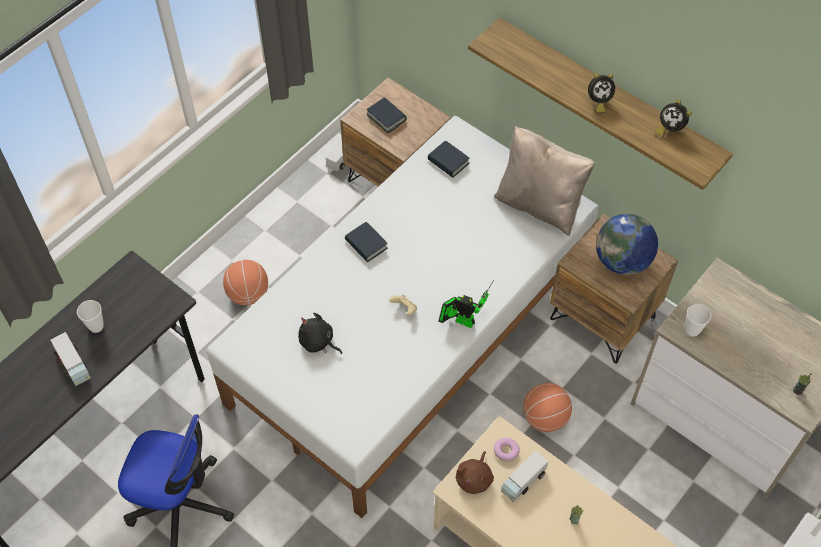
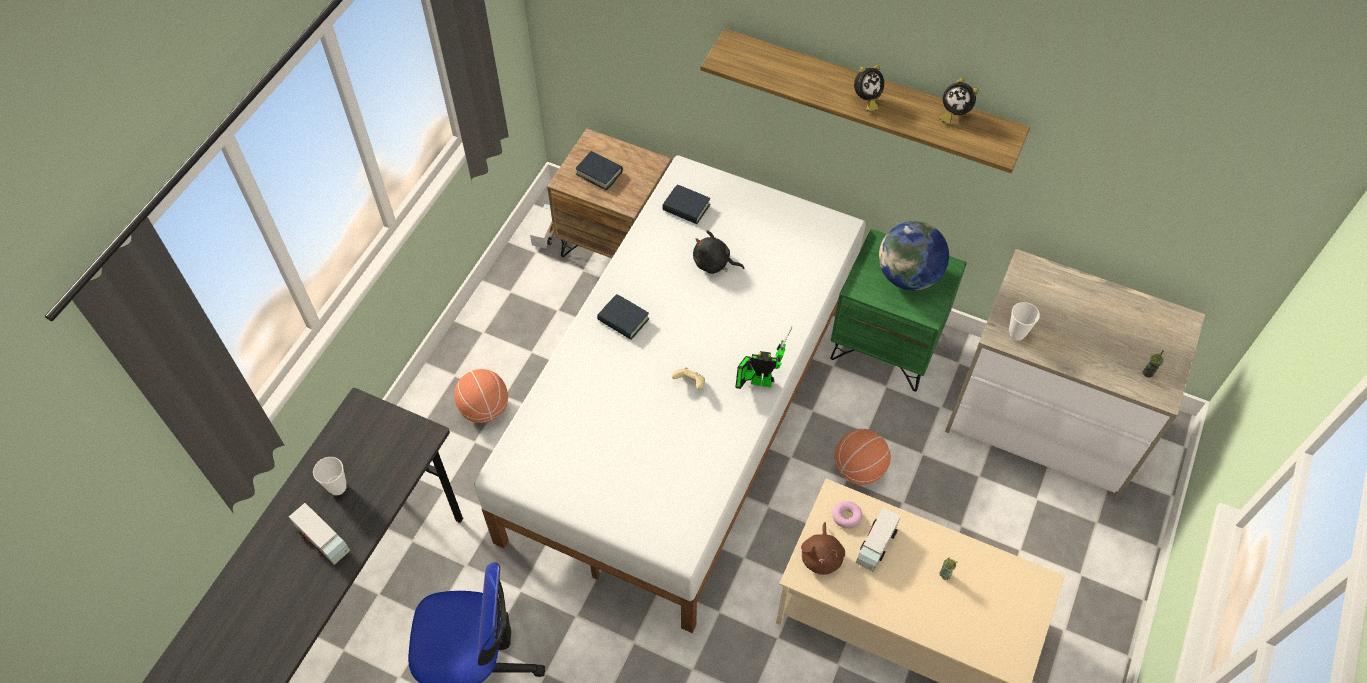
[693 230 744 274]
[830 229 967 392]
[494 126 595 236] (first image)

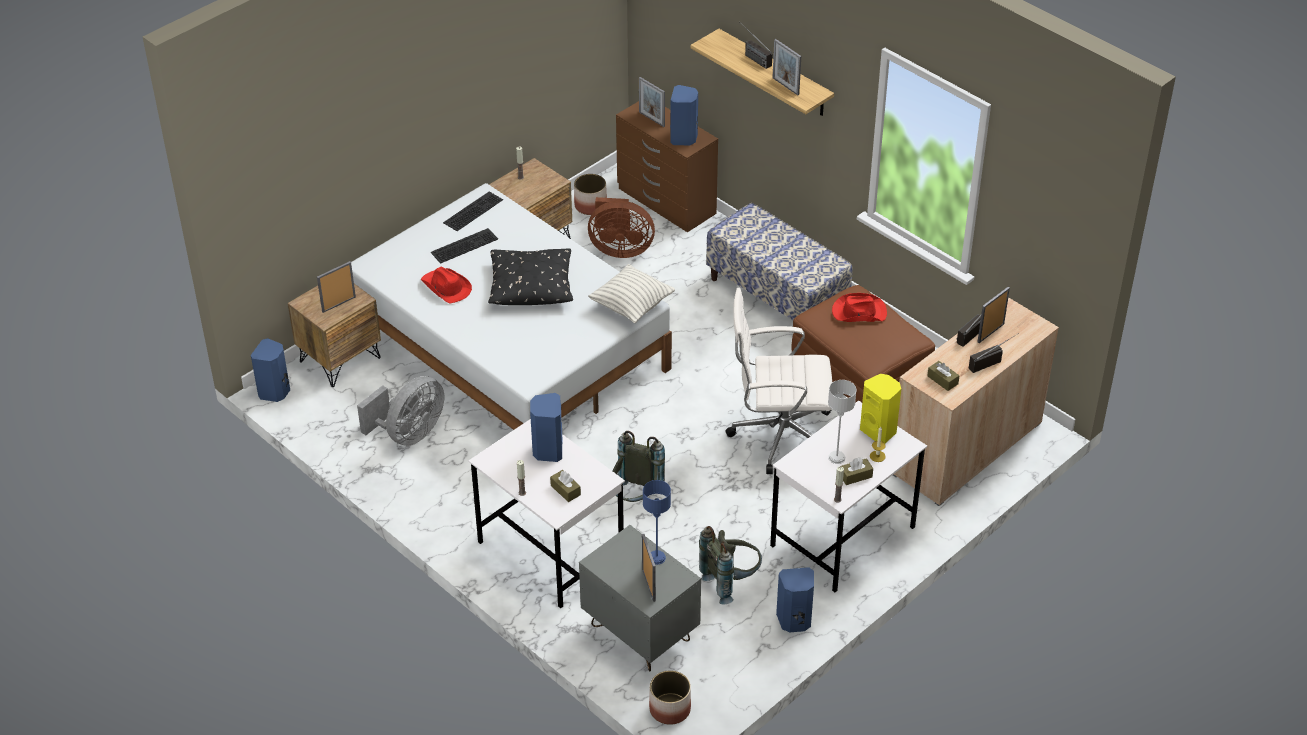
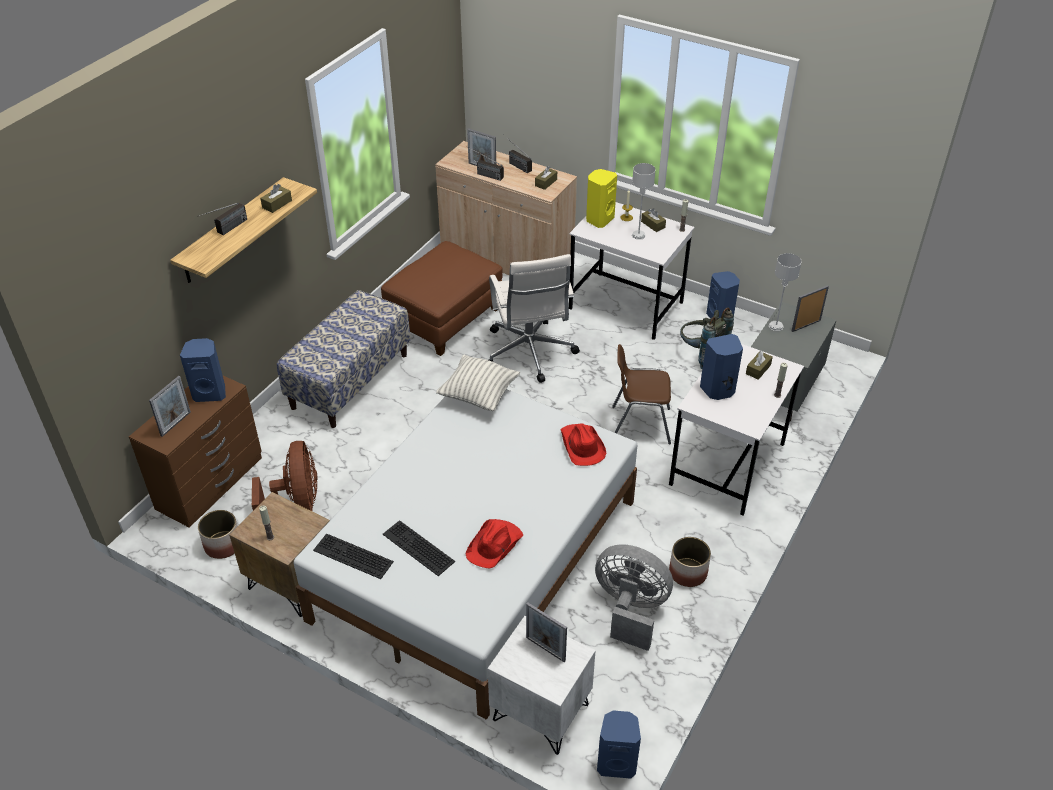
[260 184 292 213]
[488 616 596 755]
[560 423 606 466]
[612 344 671 444]
[669 537 711 587]
[769 253 802 331]
[488 248 573 305] (first image)

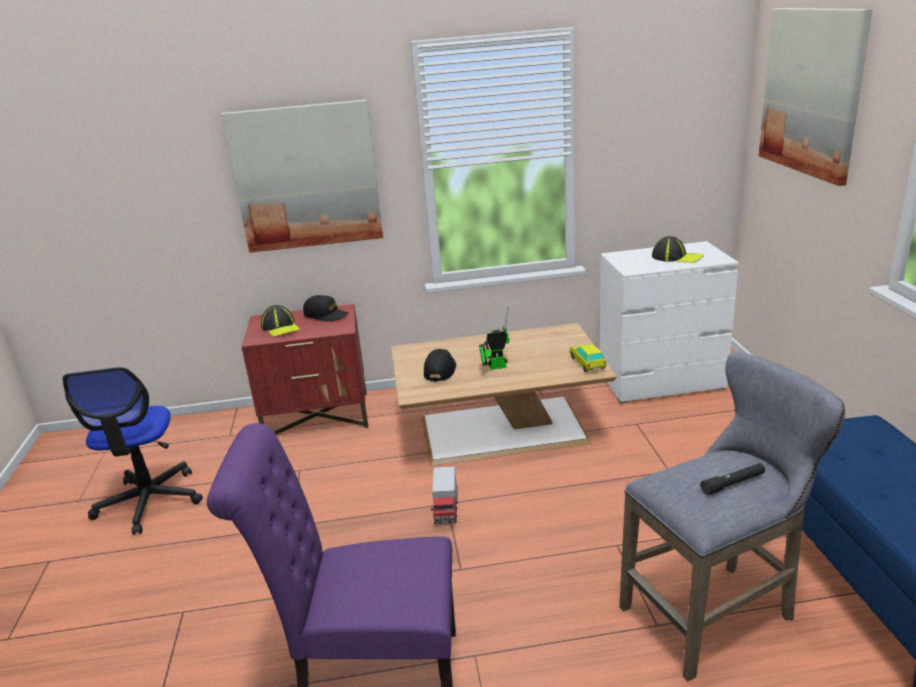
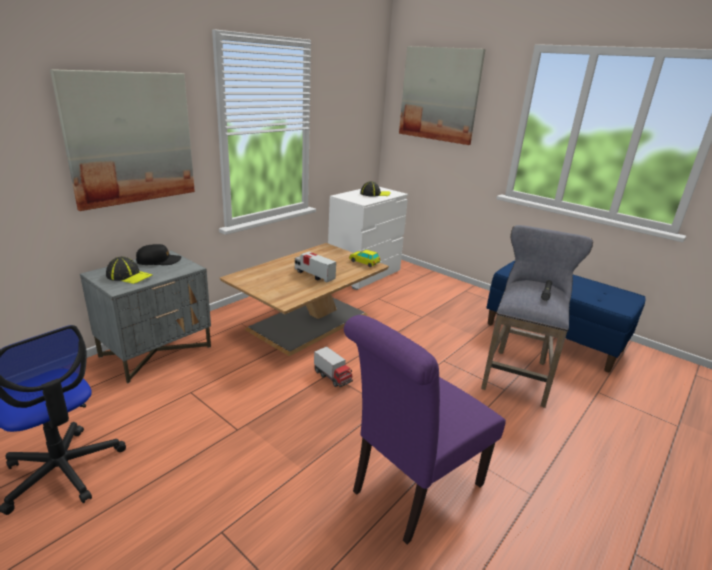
[80 250 211 384]
[295 251 336 282]
[424 349 456 382] (first image)

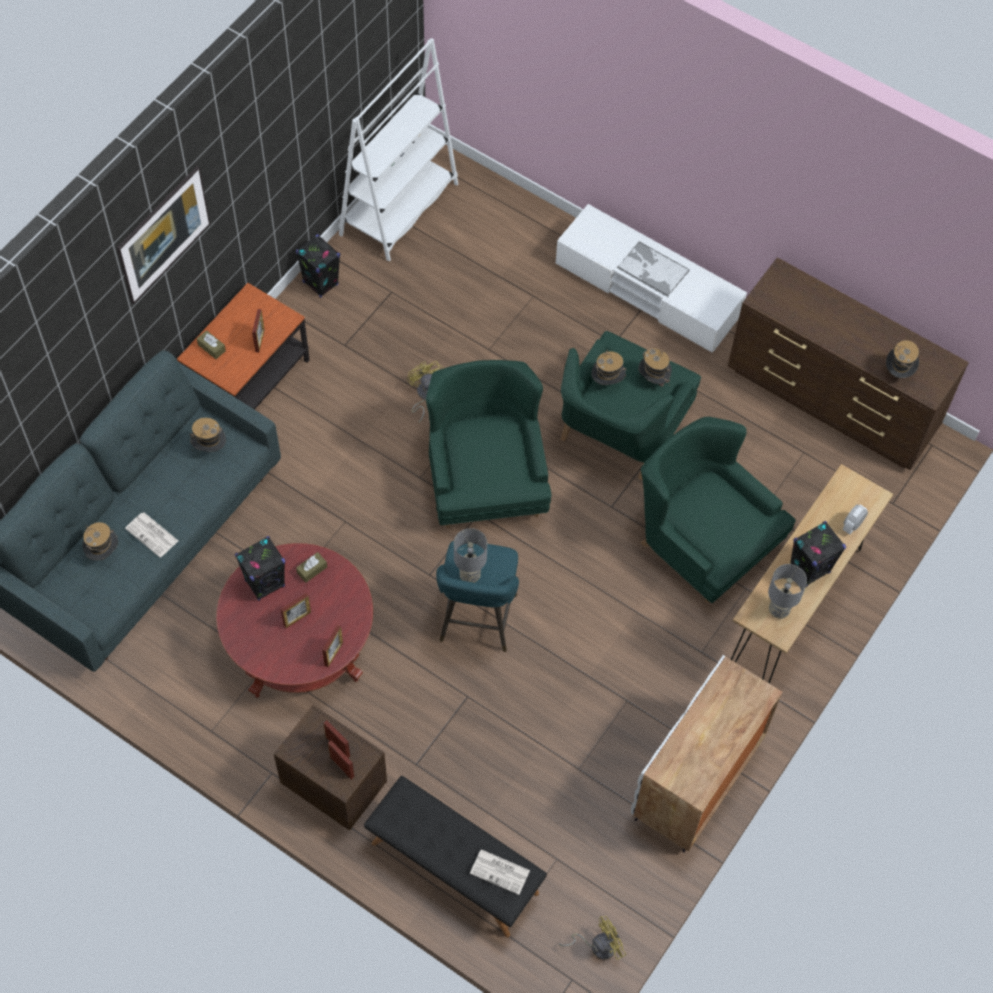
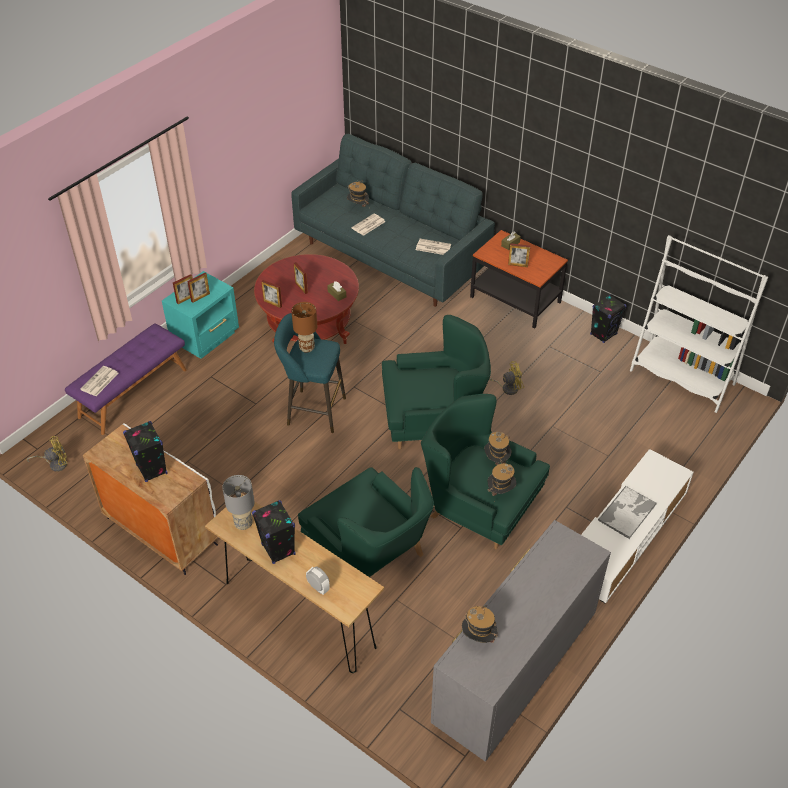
[27 436 68 472]
[65 323 187 435]
[123 421 168 482]
[162 271 239 359]
[291 302 317 353]
[298 467 434 577]
[416 239 451 255]
[431 520 611 762]
[117 166 210 304] (first image)

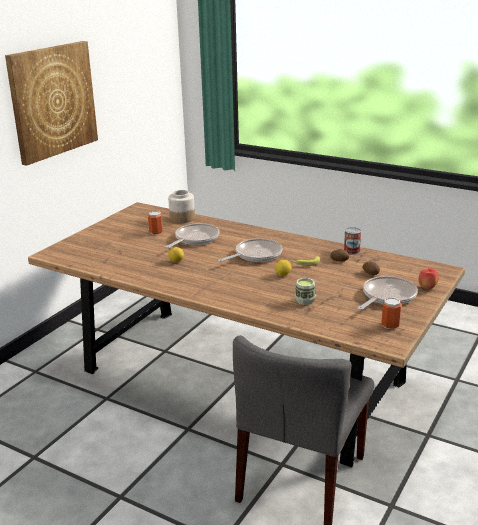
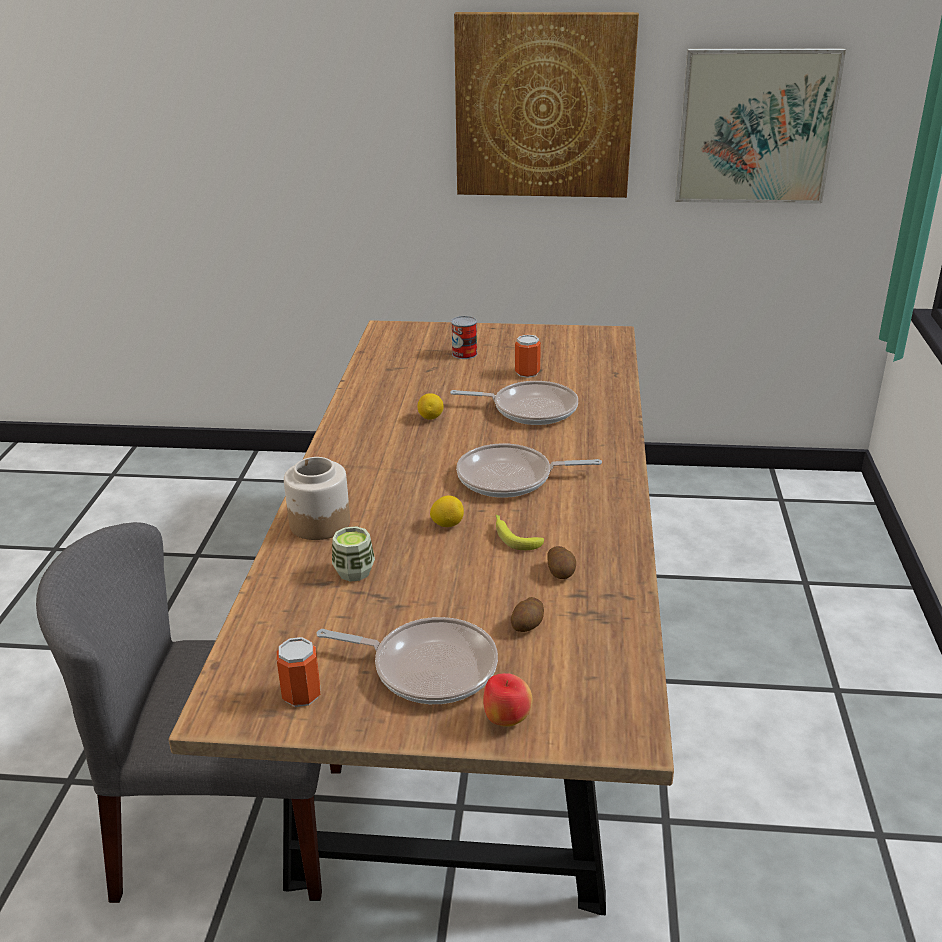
[284 457 350 540]
[451 316 477 359]
[456 443 602 498]
[675 49 846 204]

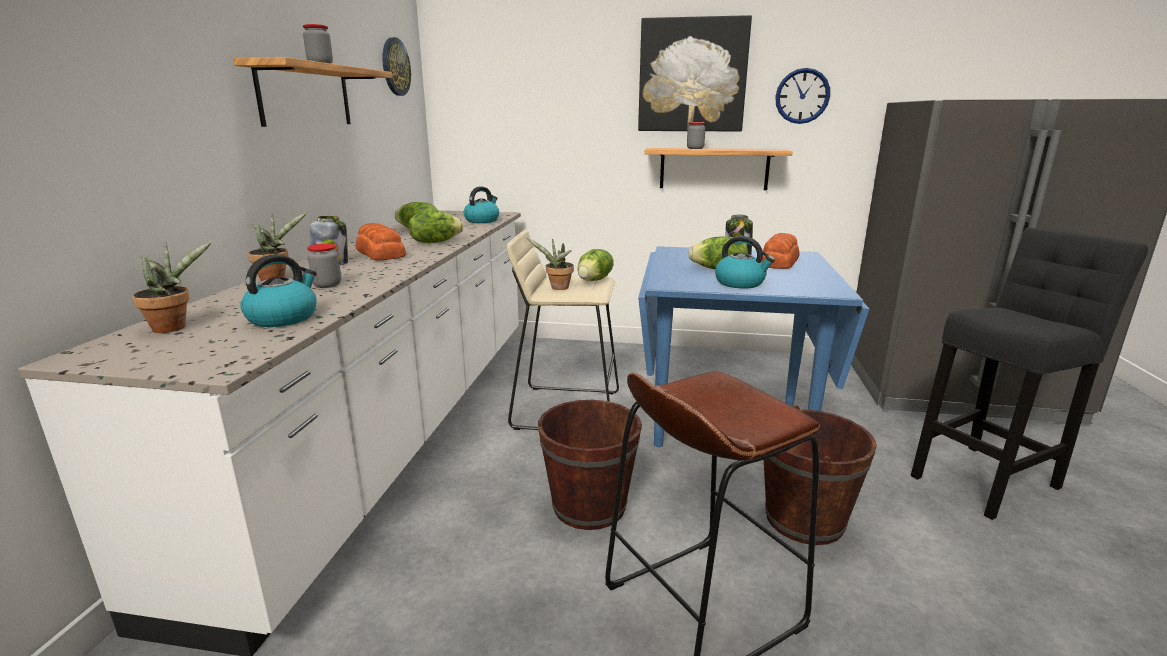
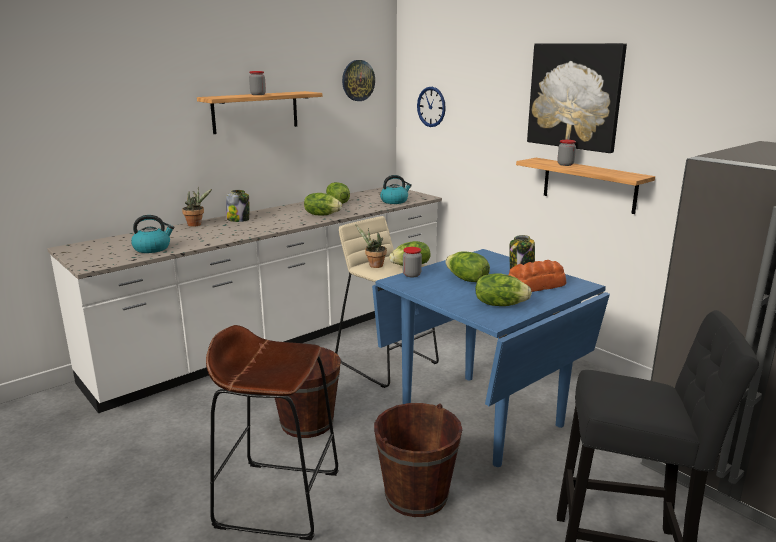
[403 247 422 278]
[417 87 446 127]
[475 273 532 306]
[132 241 212 333] (first image)
[356 223 407 261] (first image)
[715 236 775 289] (first image)

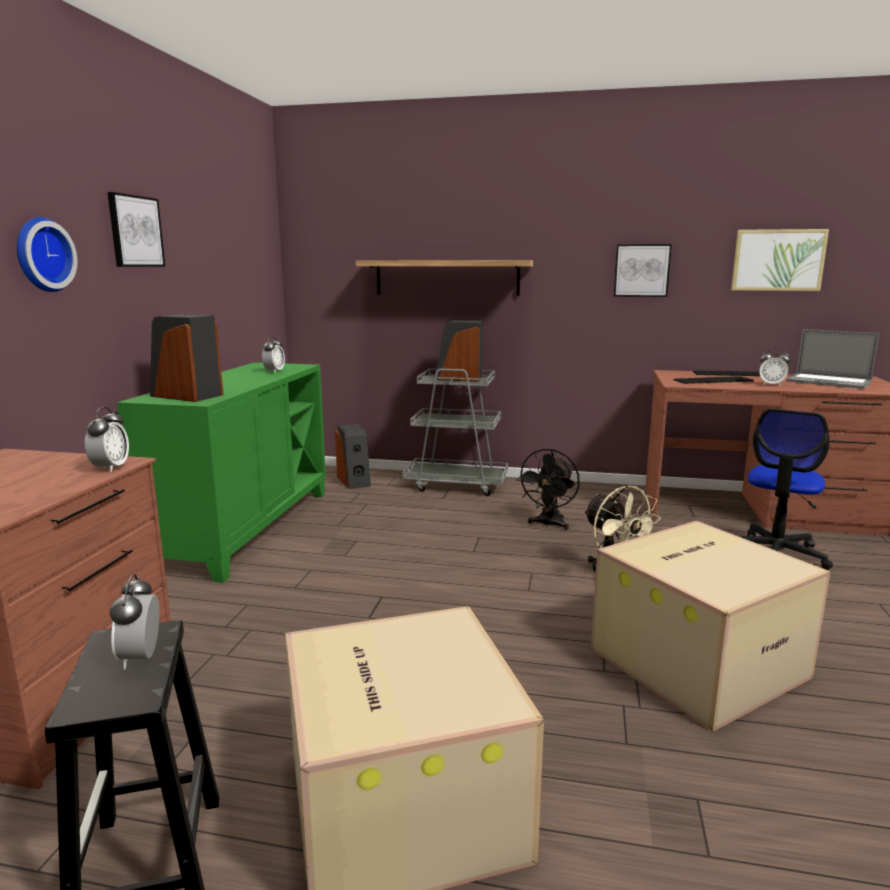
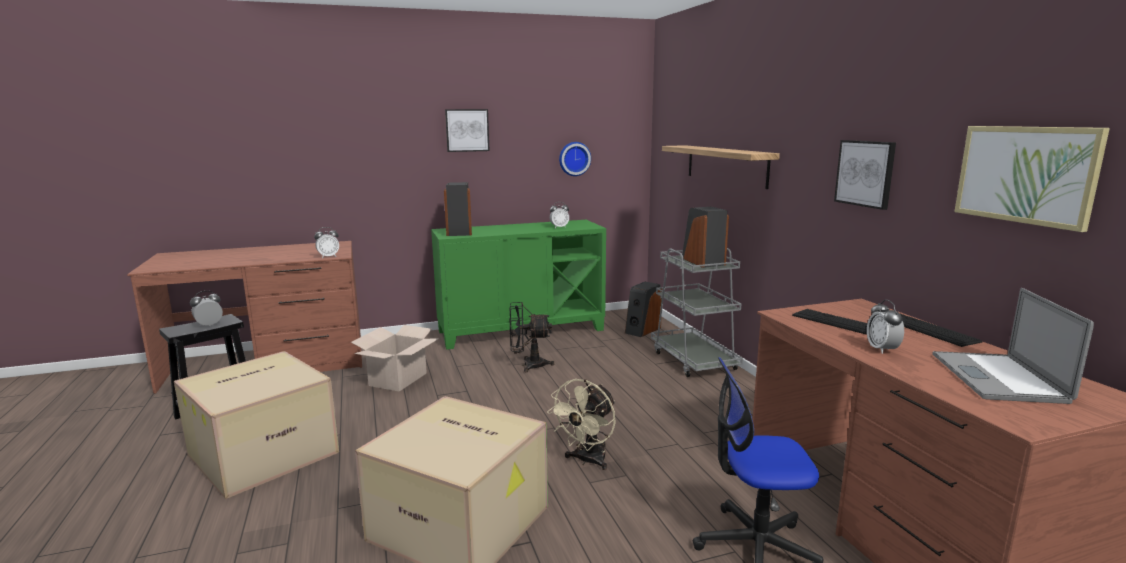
[351 325 438 392]
[509 302 554 372]
[559 142 591 176]

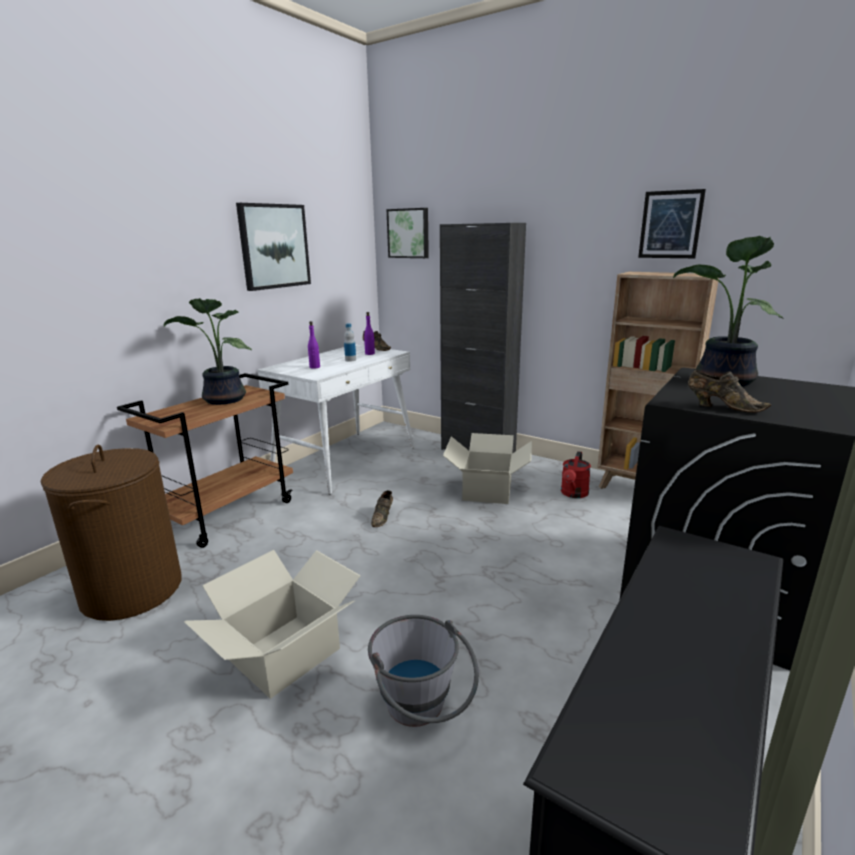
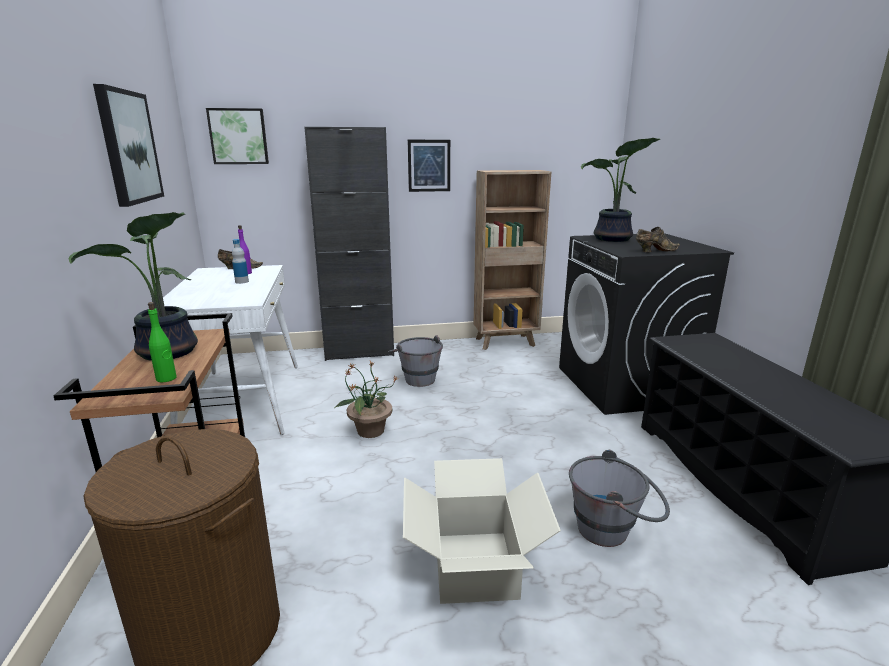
[148 302 176 382]
[335 361 397 438]
[388 335 443 387]
[408 140 450 192]
[308 321 320 369] (first image)
[561 451 591 498] (first image)

